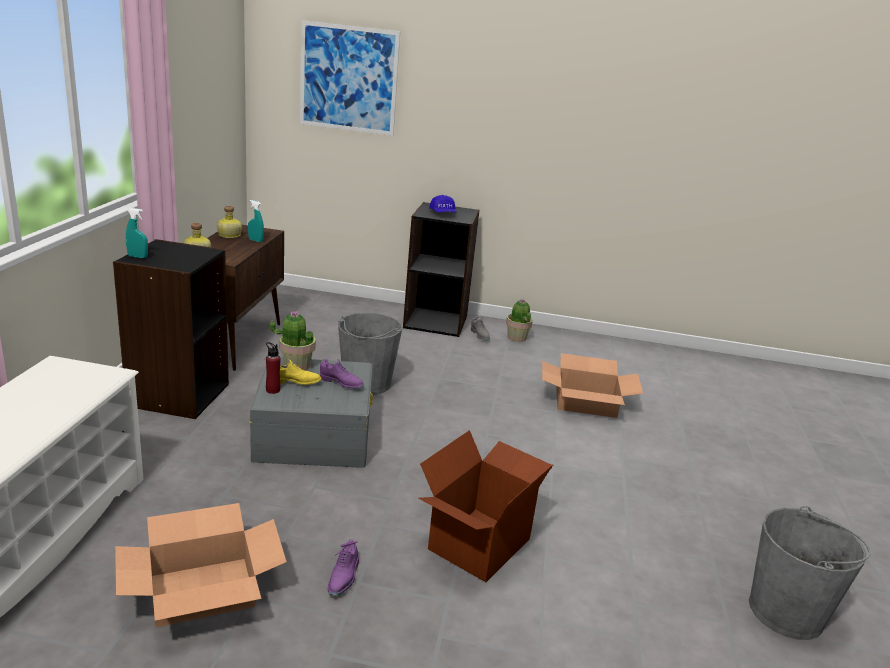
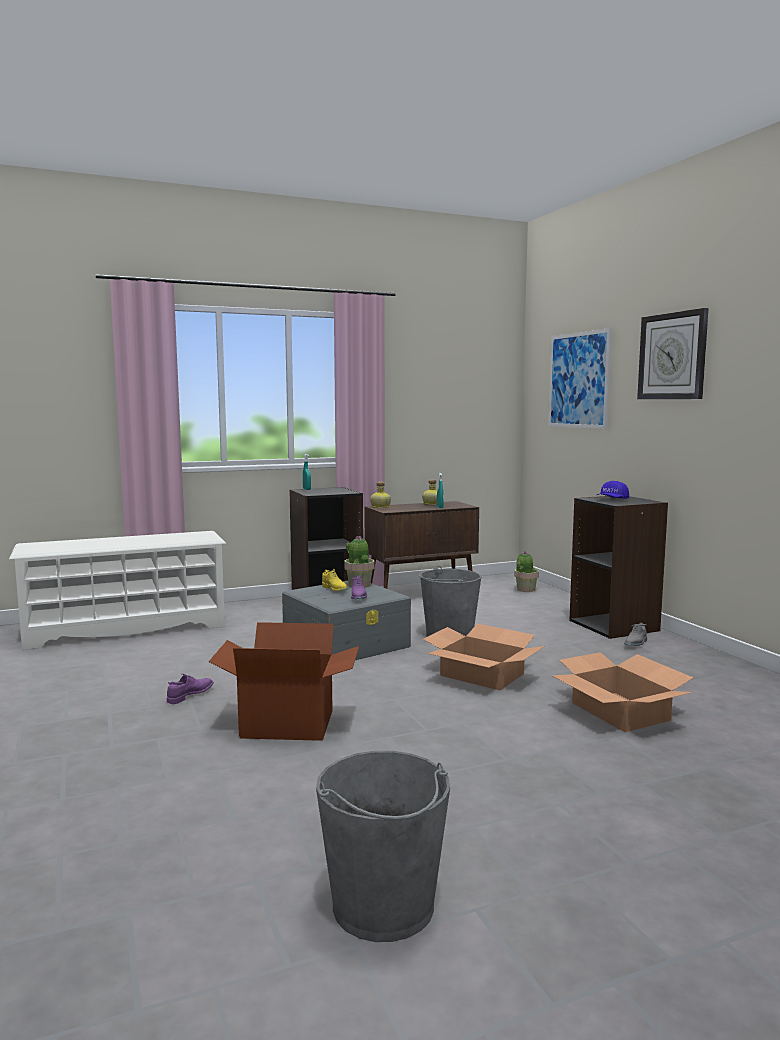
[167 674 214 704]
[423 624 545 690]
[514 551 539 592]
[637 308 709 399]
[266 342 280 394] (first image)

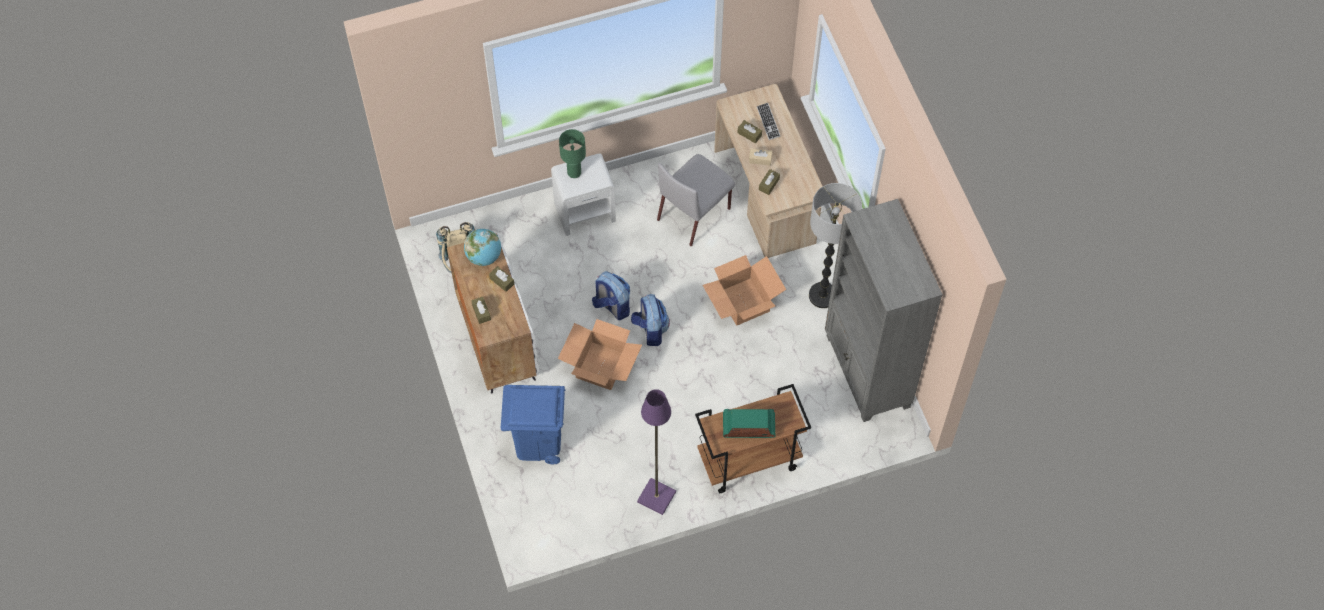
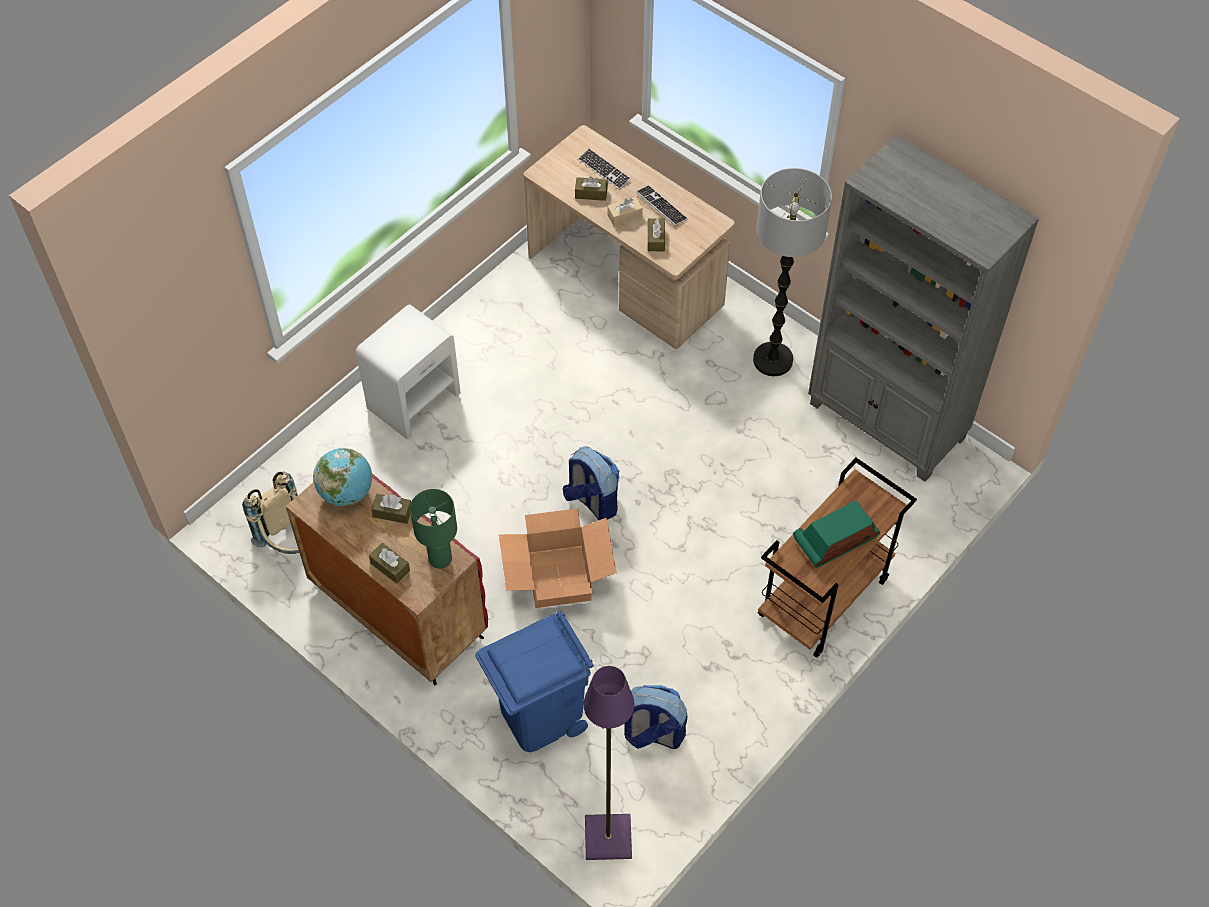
[286 474 488 685]
[410 489 457 569]
[584 666 634 860]
[624 685 688 749]
[636 185 688 226]
[657 154 735 246] (first image)
[703 255 786 326] (first image)

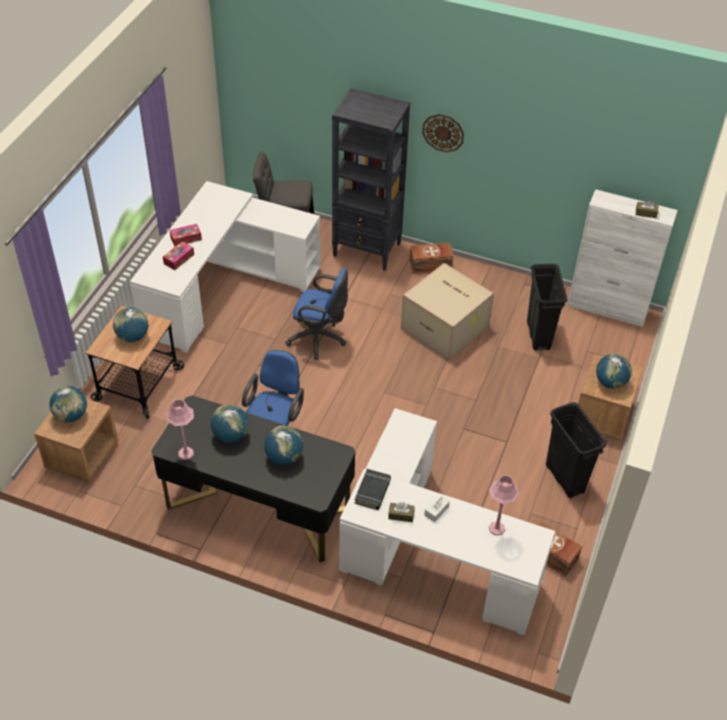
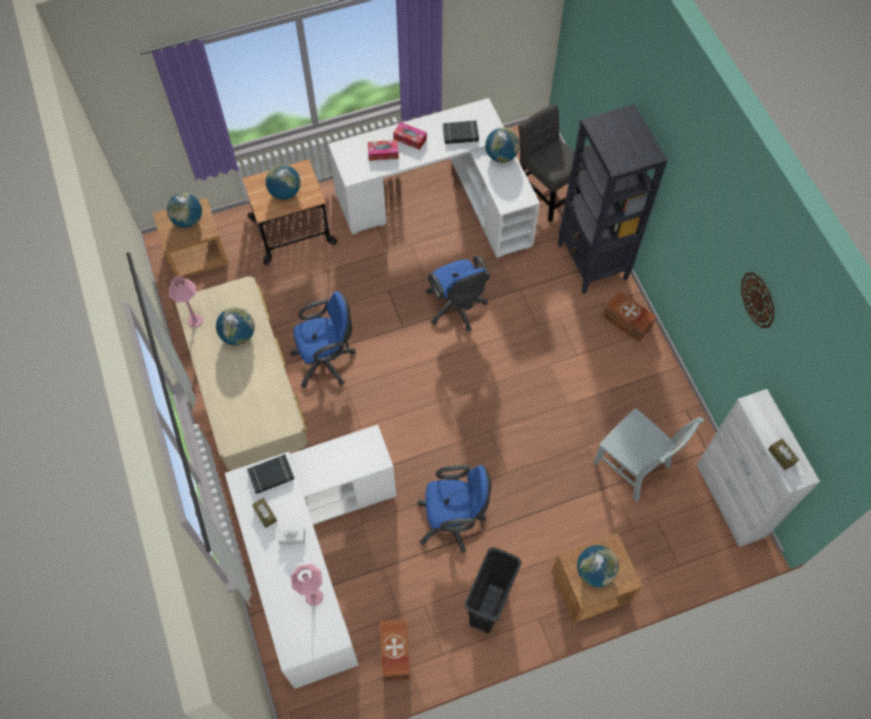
[175 276 308 471]
[418 465 492 553]
[443 120 479 144]
[485 128 520 163]
[593 408 704 502]
[741 272 774 328]
[401 263 494 361] (first image)

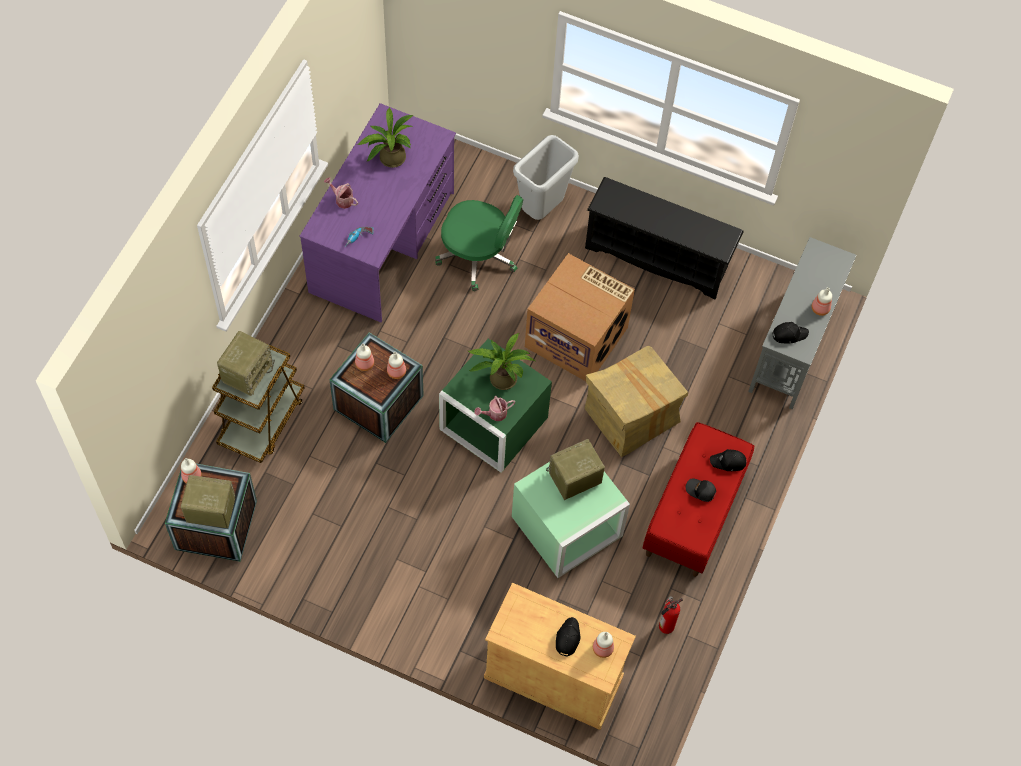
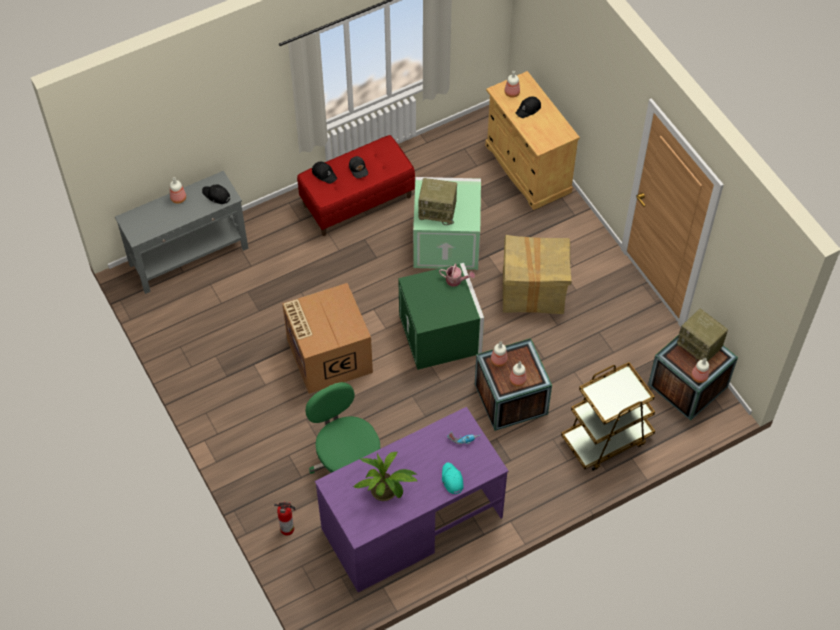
[274 501 295 536]
[442 462 464 494]
[503 235 571 314]
[217 331 275 396] (first image)
[468 333 535 390] (first image)
[513 135 579 220] (first image)
[585 177 744 299] (first image)

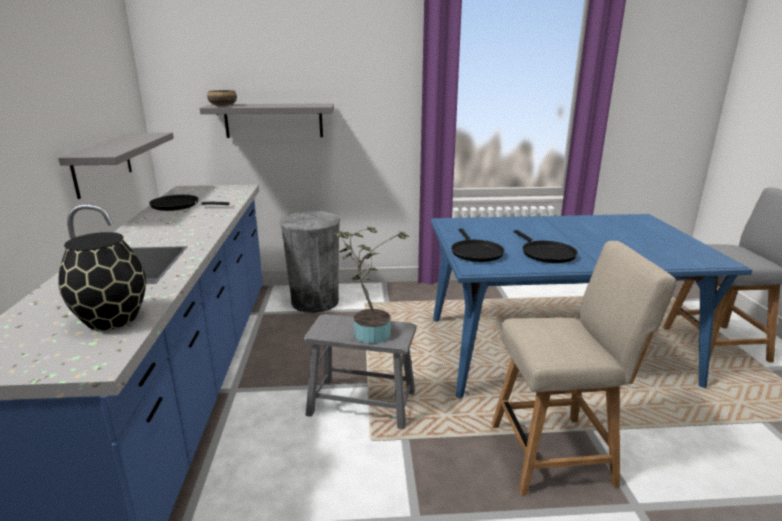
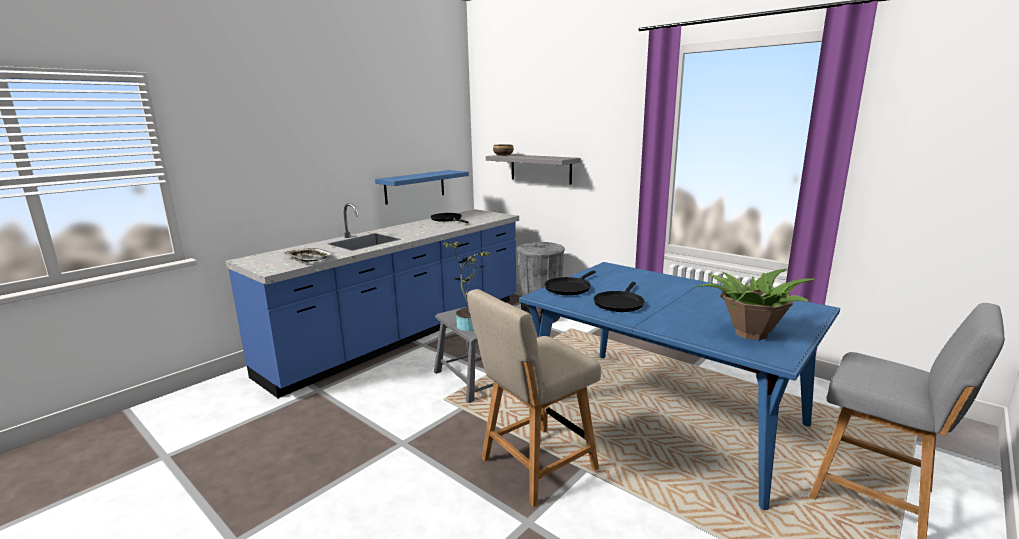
[284 248 334 262]
[375 170 469 205]
[467 289 601 507]
[695 269 815 340]

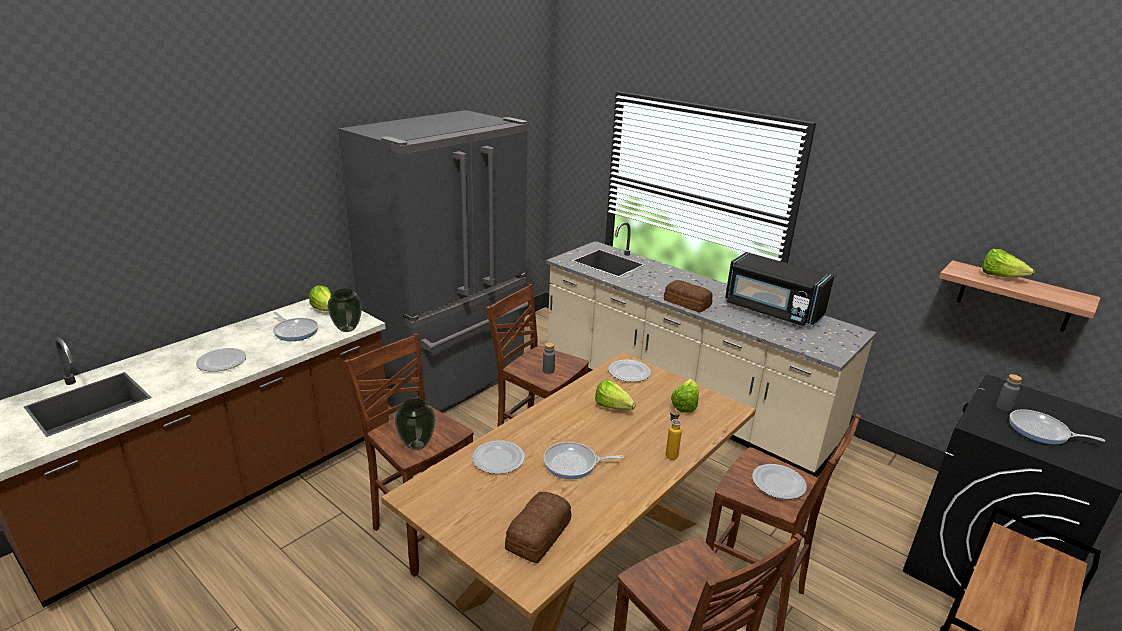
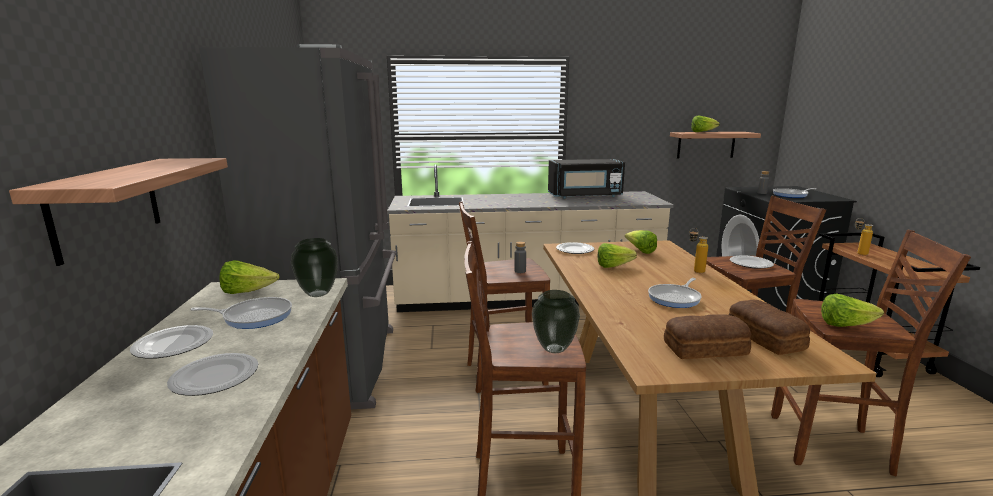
[9 158 228 266]
[130 325 213 359]
[664 314 751 359]
[821 293 884 327]
[855 218 873 255]

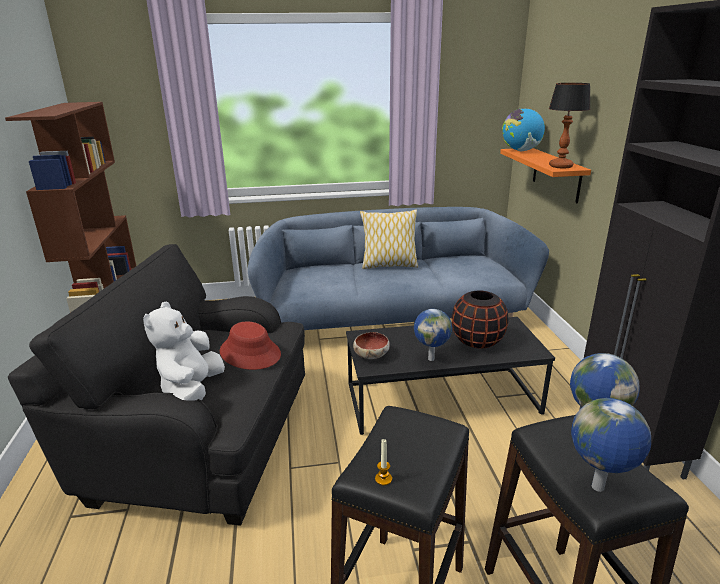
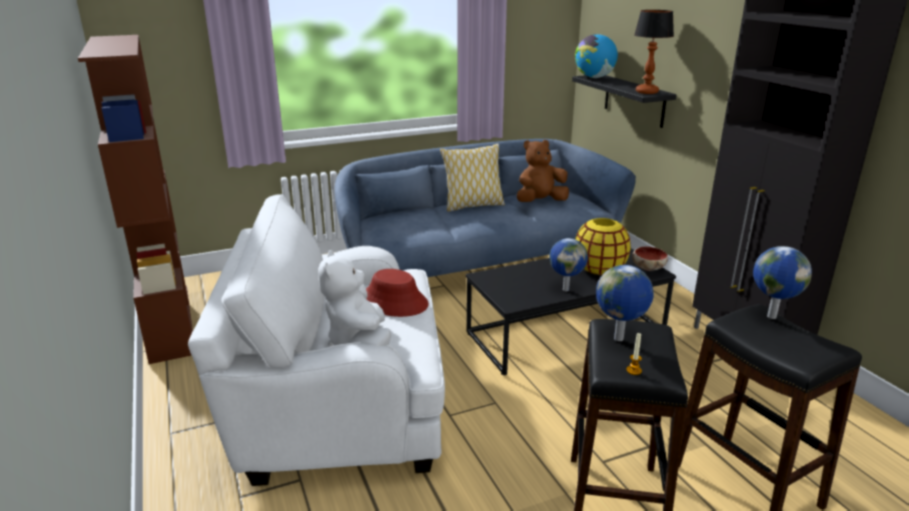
[188 194 445 486]
[517 140 569 202]
[572 75 677 128]
[575 218 631 275]
[596 265 654 341]
[632 246 668 271]

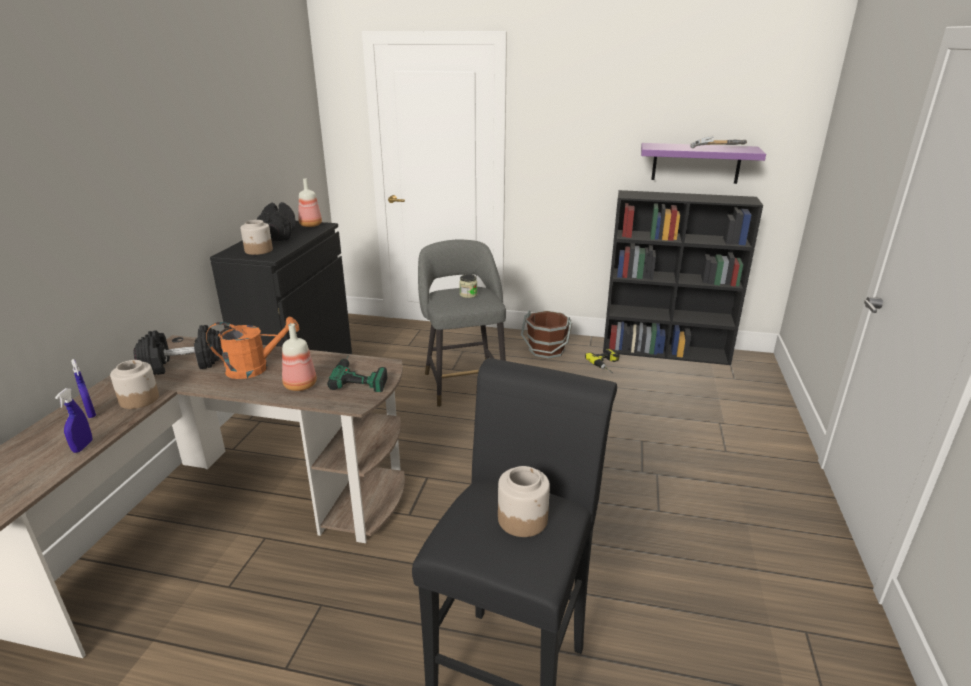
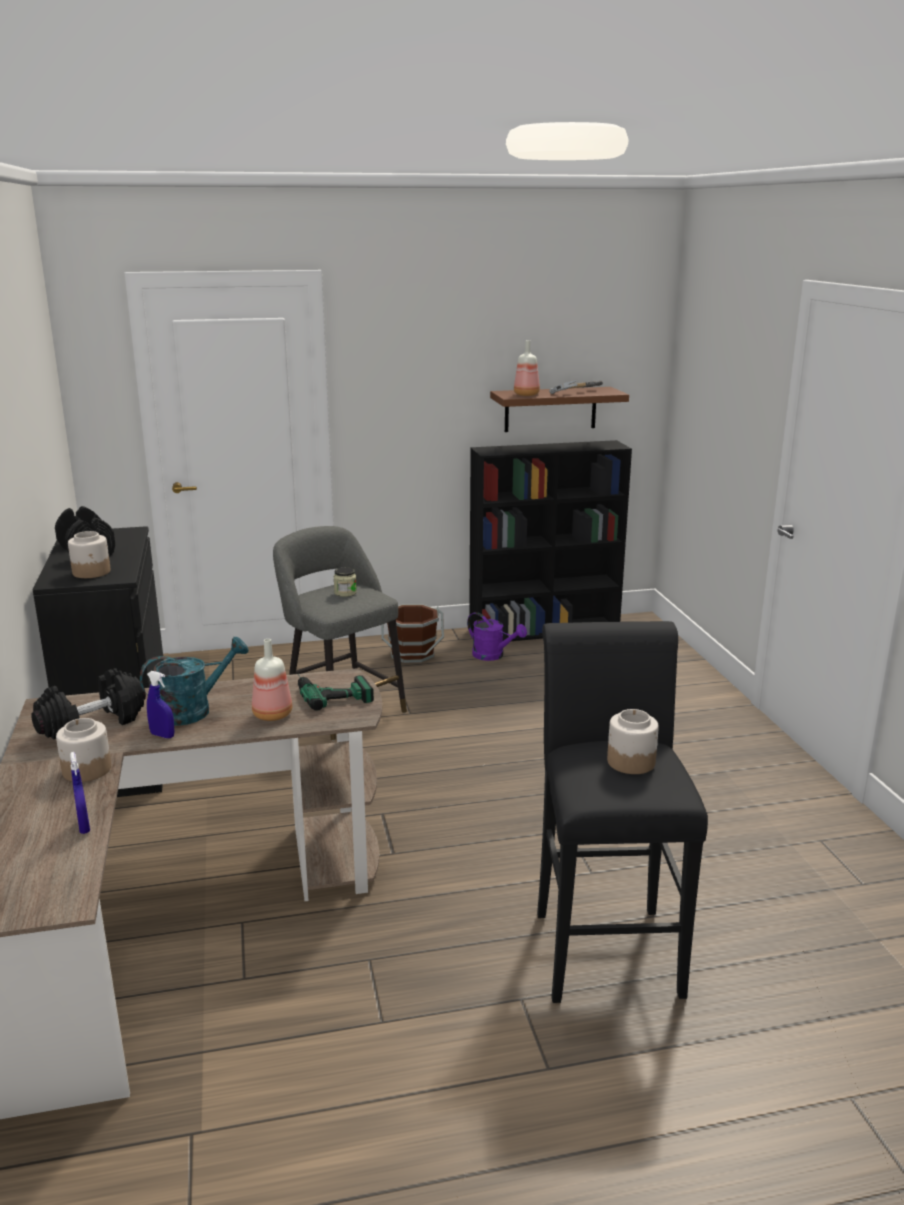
[140 636 249 726]
[147 671 174 738]
[467 612 527 661]
[490 387 629 432]
[514 340 540 396]

